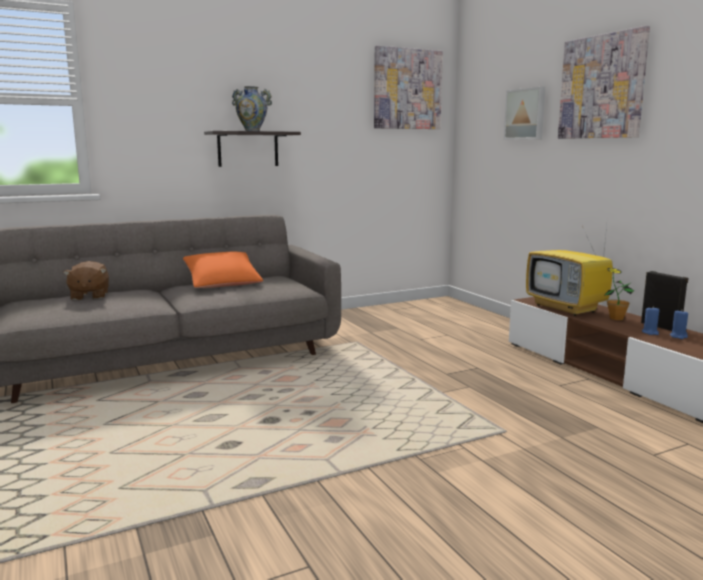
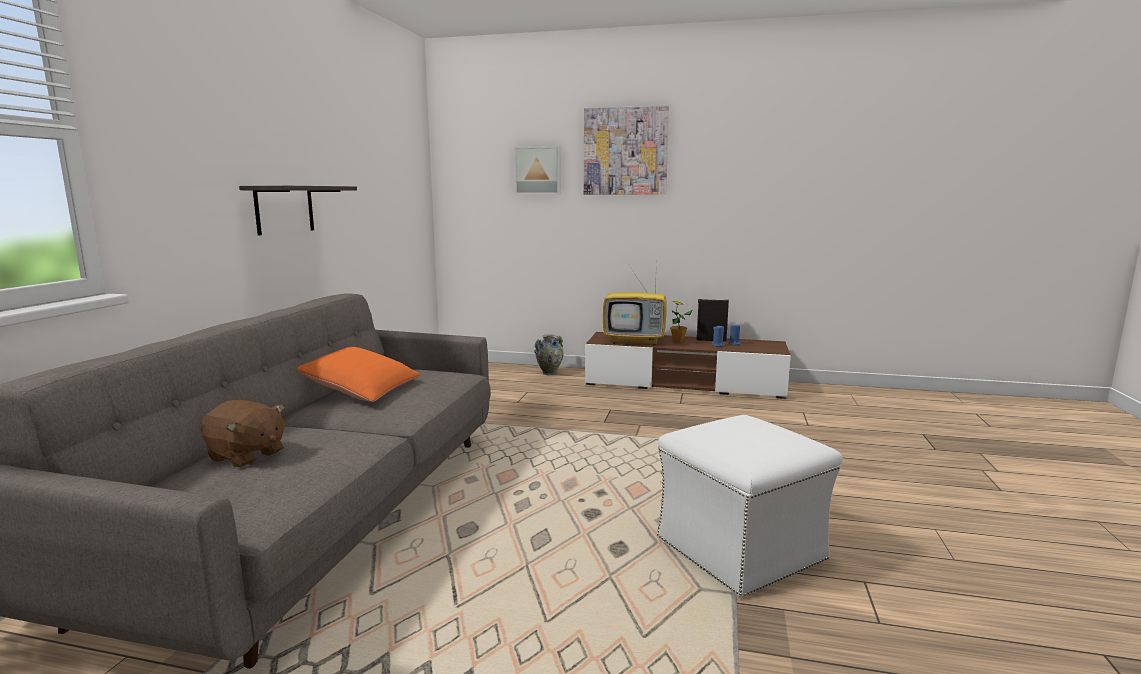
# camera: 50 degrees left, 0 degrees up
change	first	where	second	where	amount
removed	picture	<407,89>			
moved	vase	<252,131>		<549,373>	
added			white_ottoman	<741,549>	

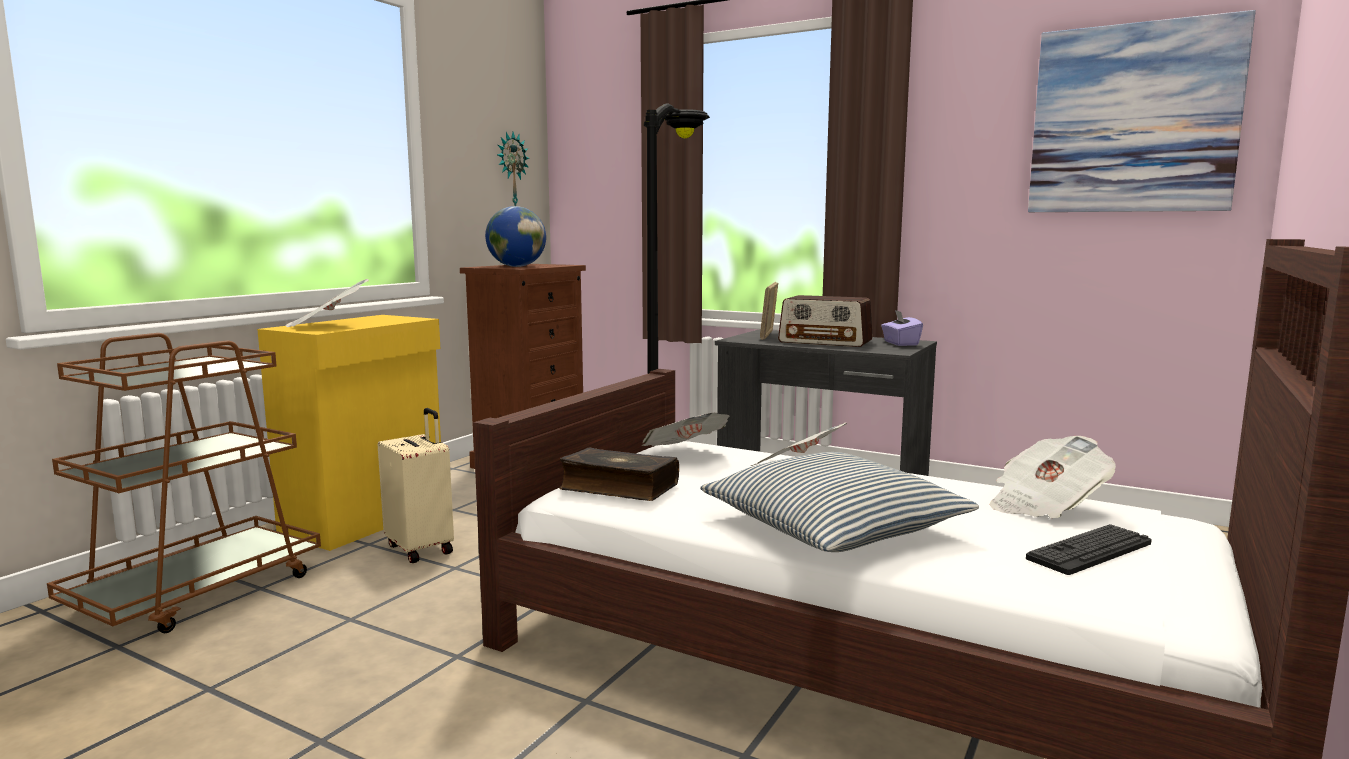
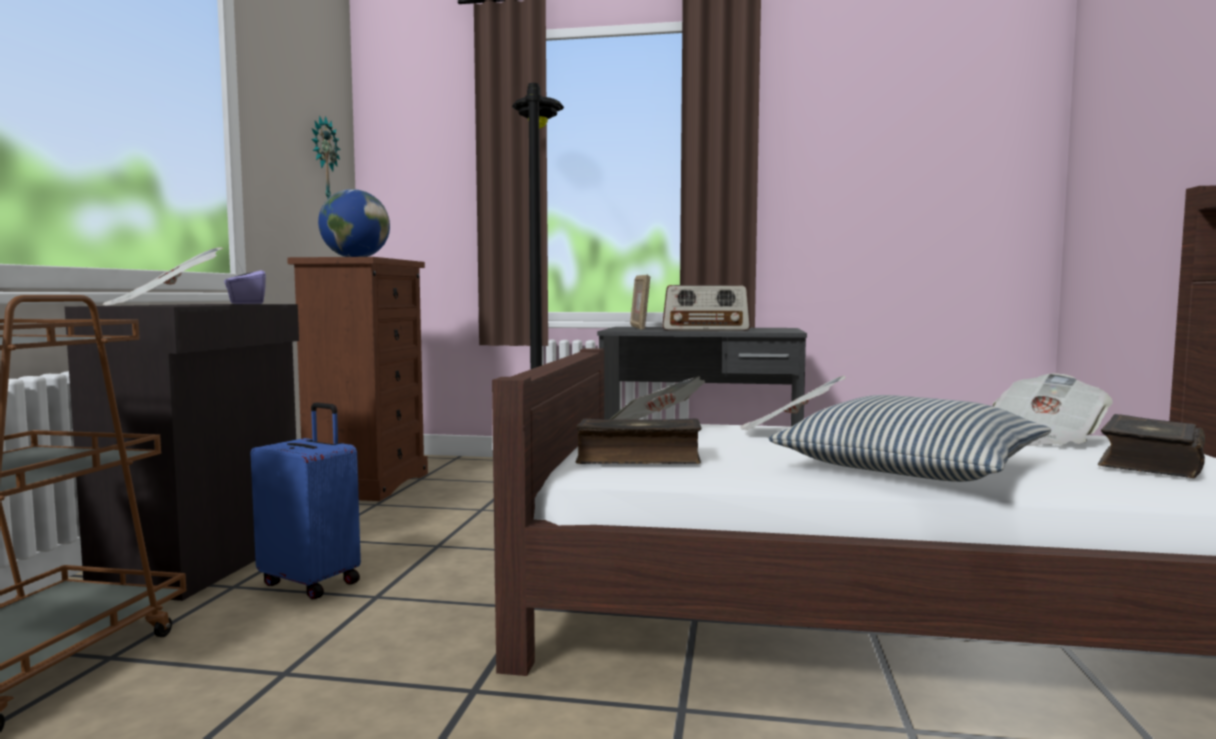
# camera: 20 degrees left, 5 degrees down
change	first	where	second	where	amount
removed	picture	<1133,119>			
moved	purple_tissue_box	<900,343>		<245,303>	
recoloured	yellow_cabinet	<367,519>	black_cabinet	<208,561>	
recoloured	beige_suitcase	<421,548>	blue_suitcase	<312,582>	
replaced	keyboard	<1089,551>	book	<1148,463>	

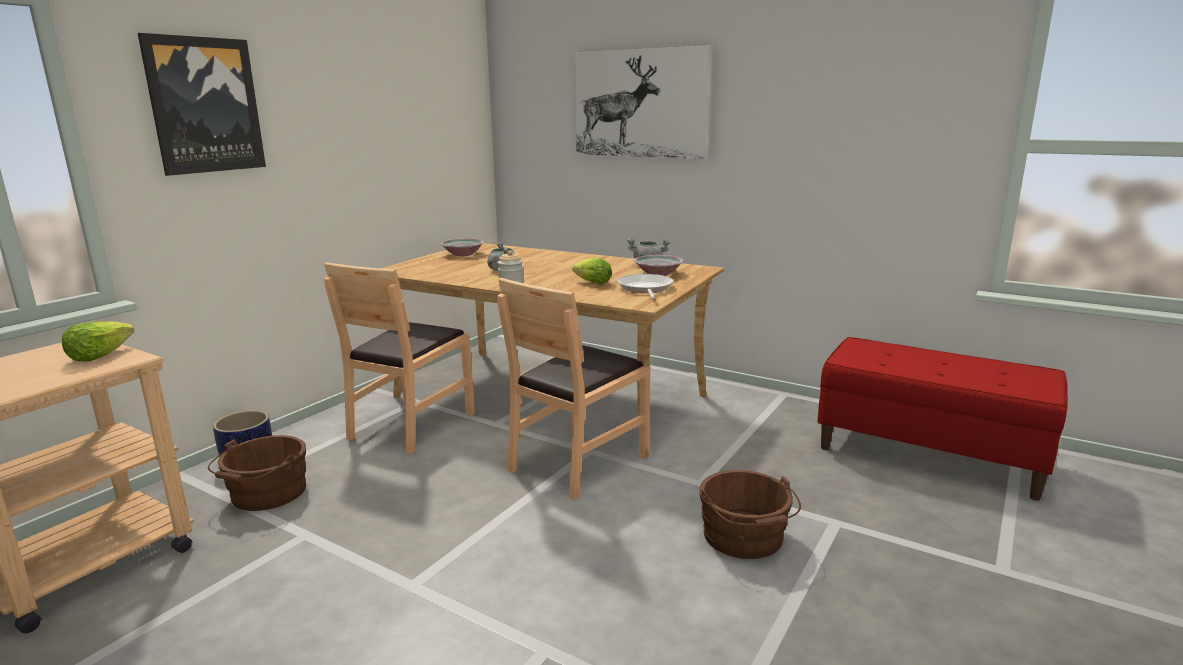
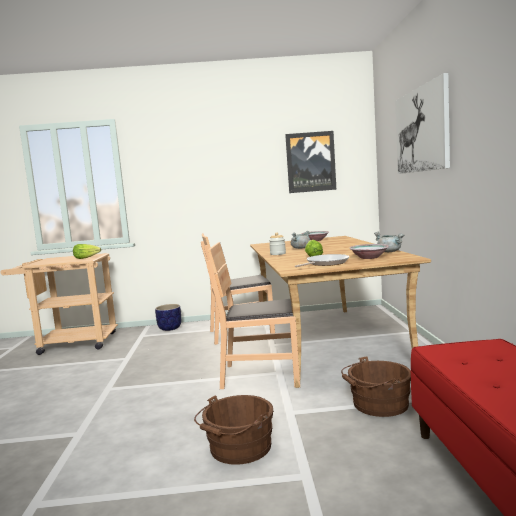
# camera: 55 degrees right, 10 degrees down
change	first	where	second	where	amount
moved	picture	<205,105>		<310,162>	
moved	brown_bucket	<266,495>		<377,405>	

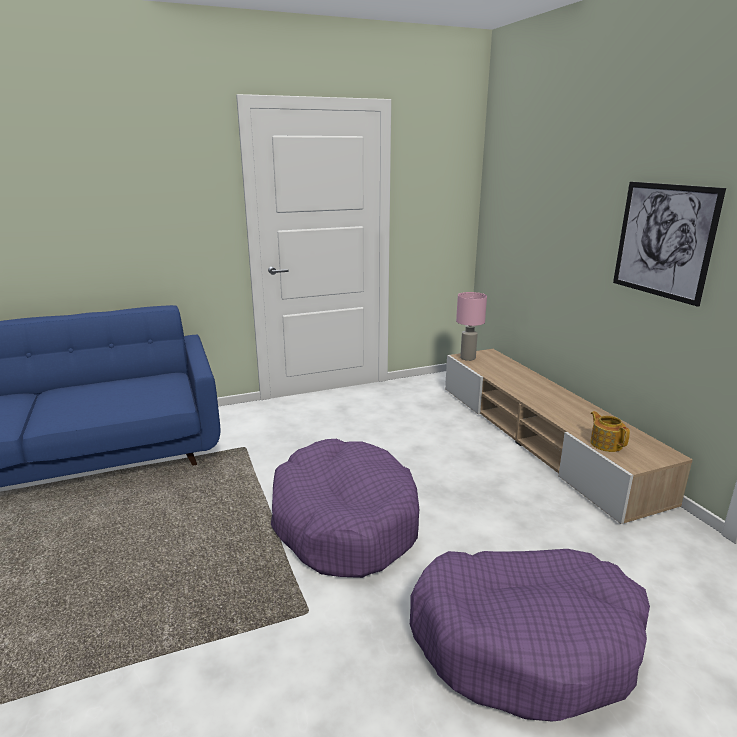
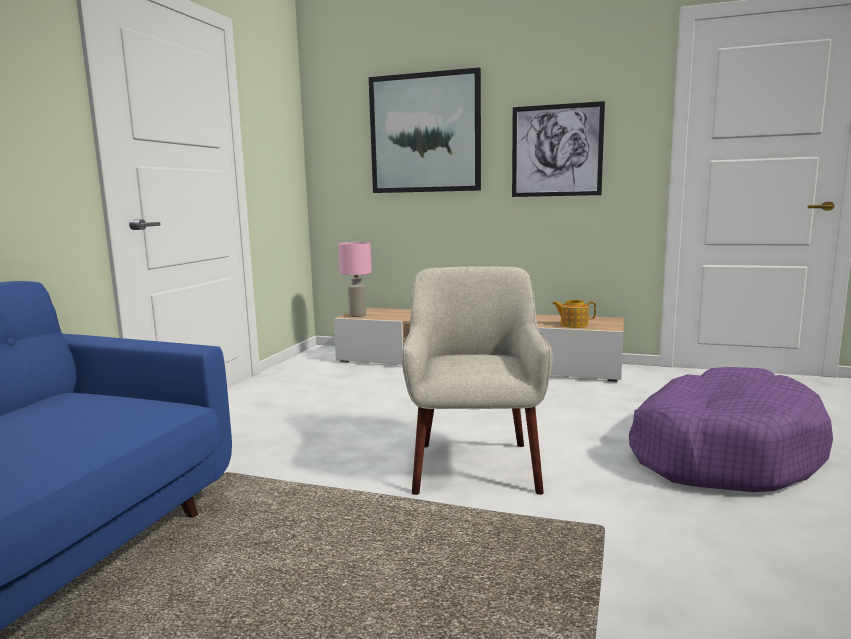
# camera: 50 degrees left, 10 degrees down
change	first	where	second	where	amount
replaced	purple_dog_bed	<344,522>	beige_armchair	<475,466>	
added			picture	<425,133>	

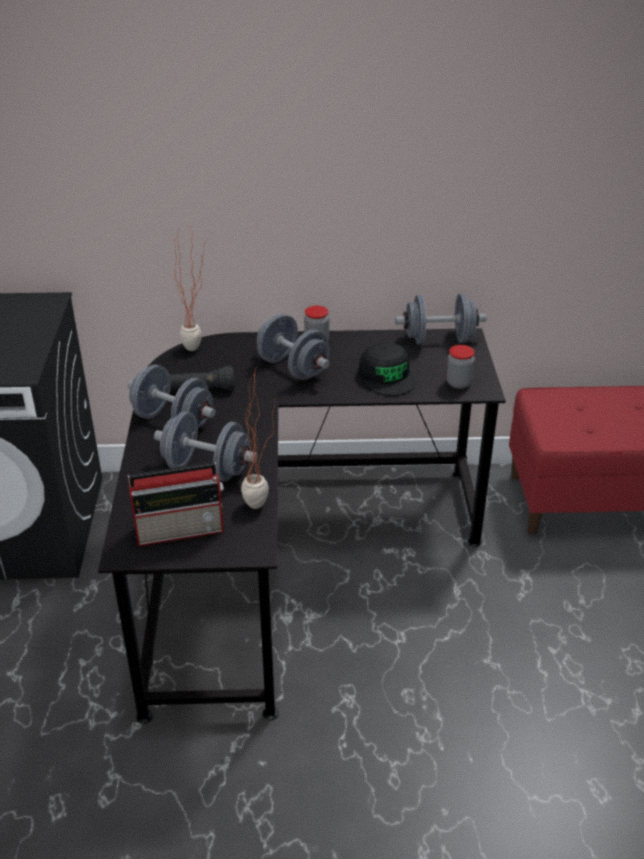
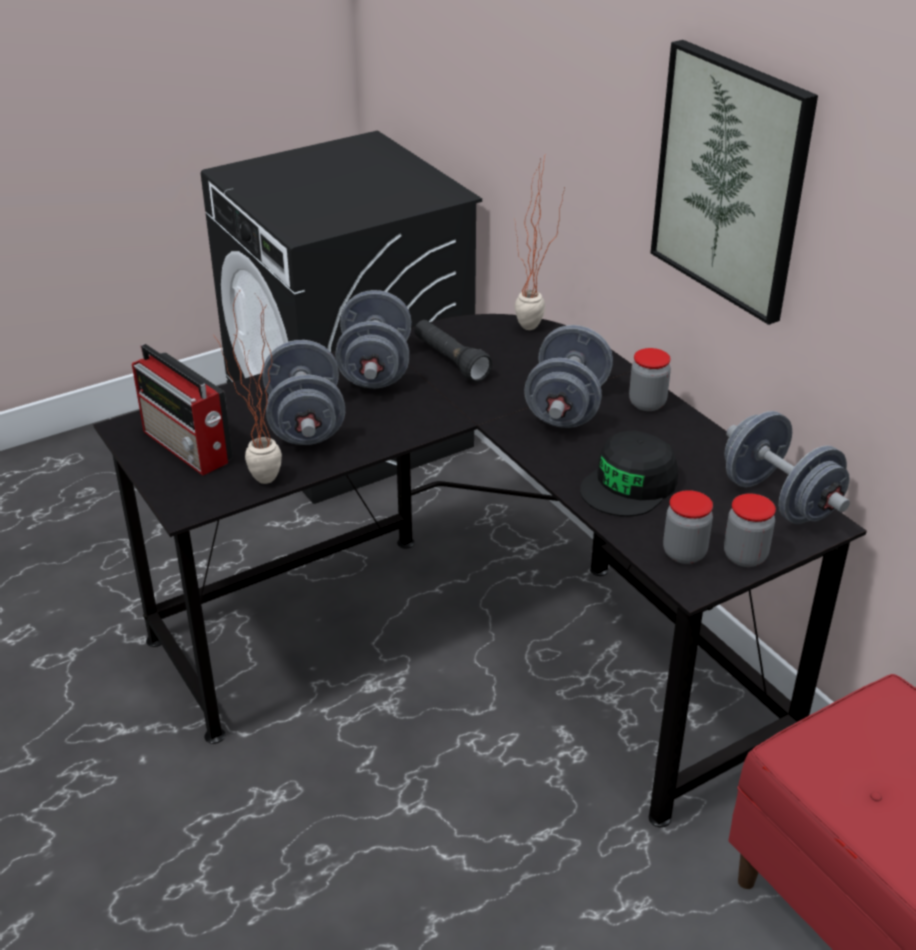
# camera: 60 degrees right, 0 degrees up
change	first	where	second	where	amount
added			picture	<731,180>	
added			jar	<745,556>	

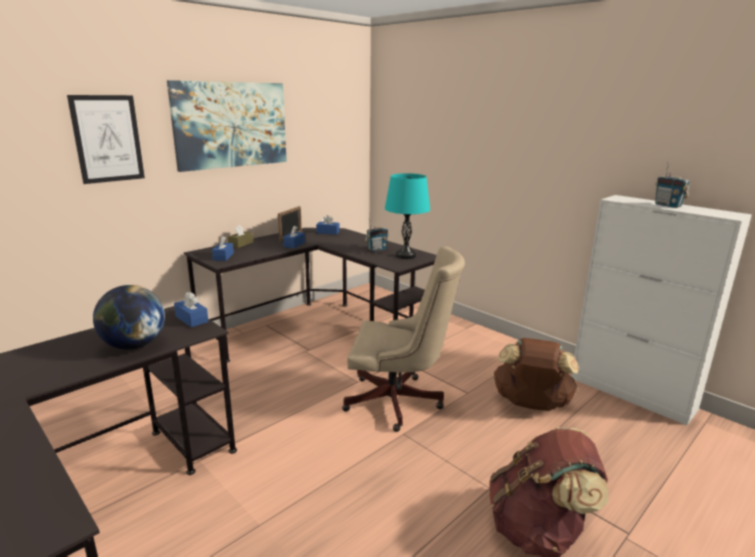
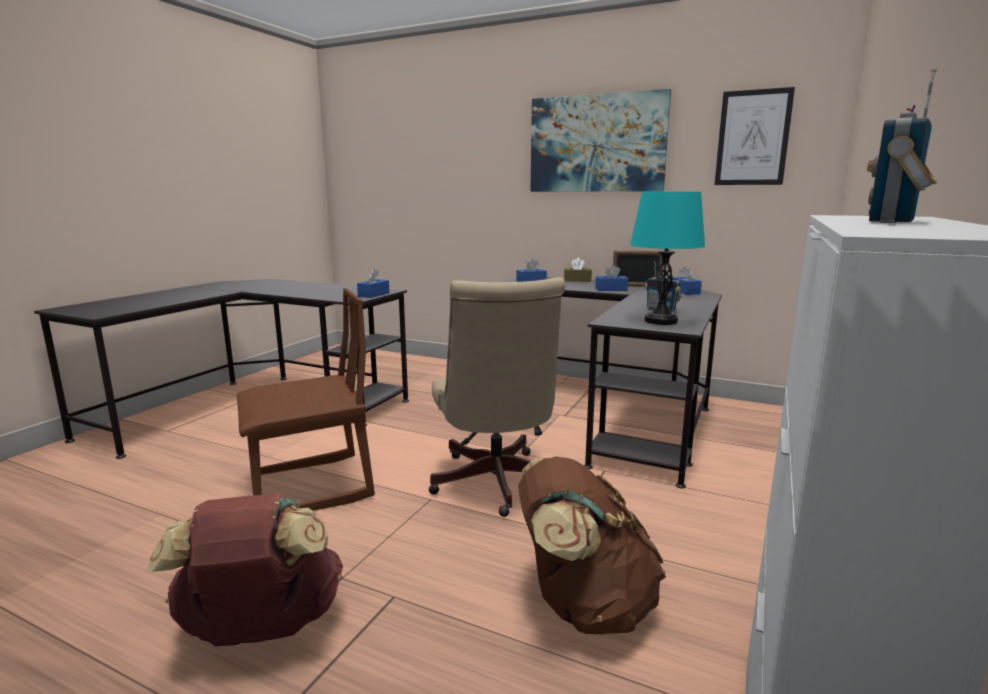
# camera: 70 degrees right, 5 degrees down
change	first	where	second	where	amount
moved	picture	<108,139>		<753,138>	
removed	globe	<134,345>			
added			brown_chair	<310,487>	

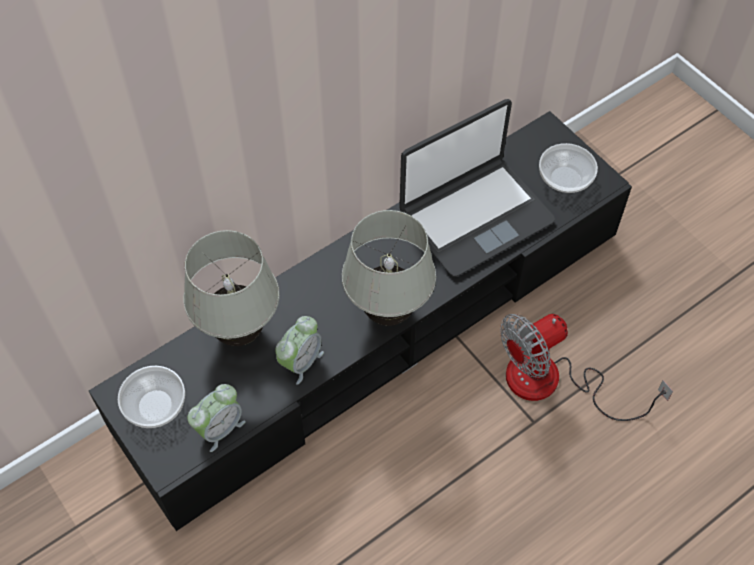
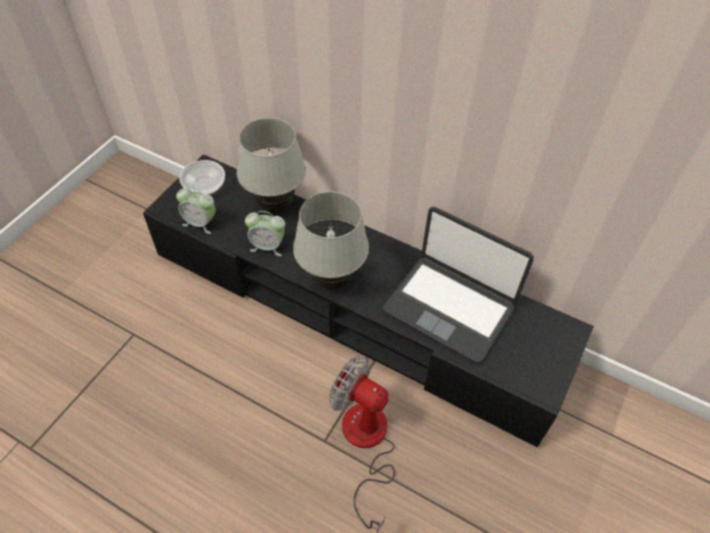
# camera: 65 degrees right, 5 degrees down
change	first	where	second	where	amount
removed	bowl	<566,178>			

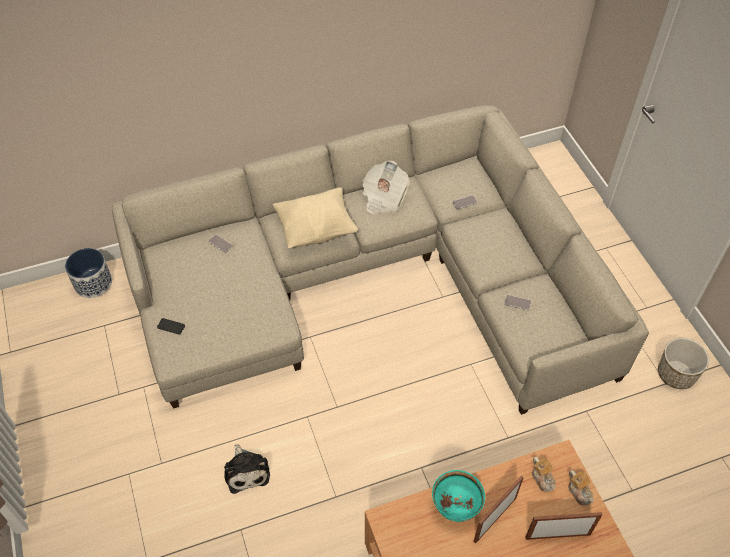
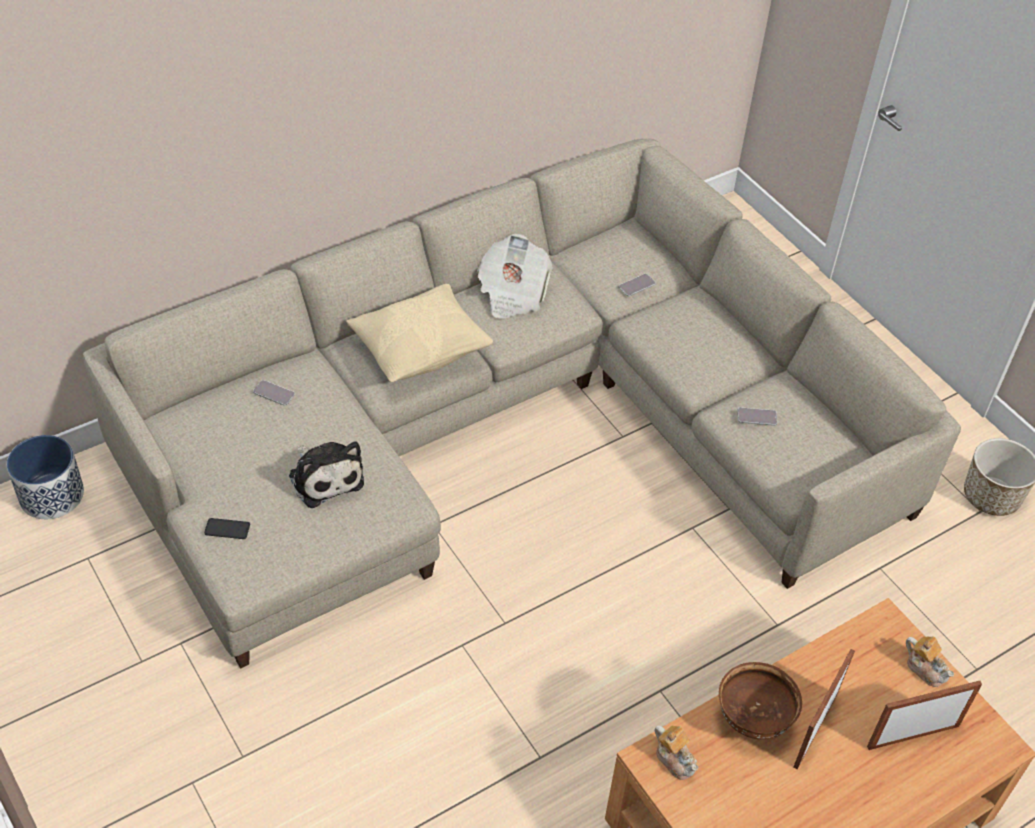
# camera: 15 degrees left, 5 degrees down
change	first	where	second	where	amount
moved	plush_toy	<246,471>		<325,477>	
moved	teapot	<542,478>		<675,759>	
recoloured	turquoise_bowl	<456,506>	brown_bowl	<752,721>	

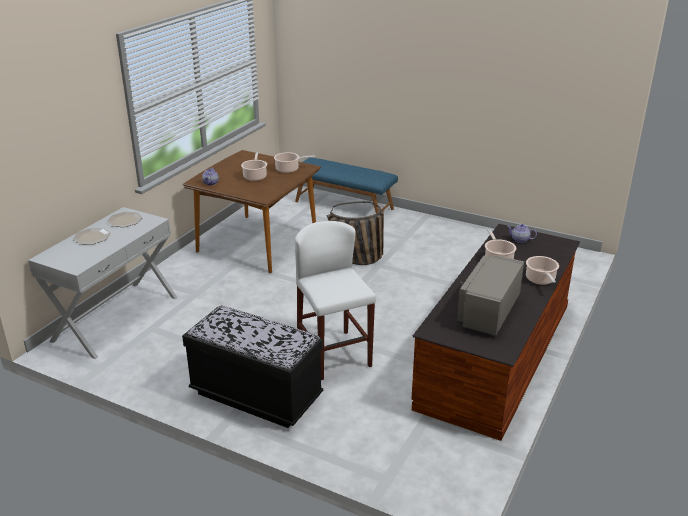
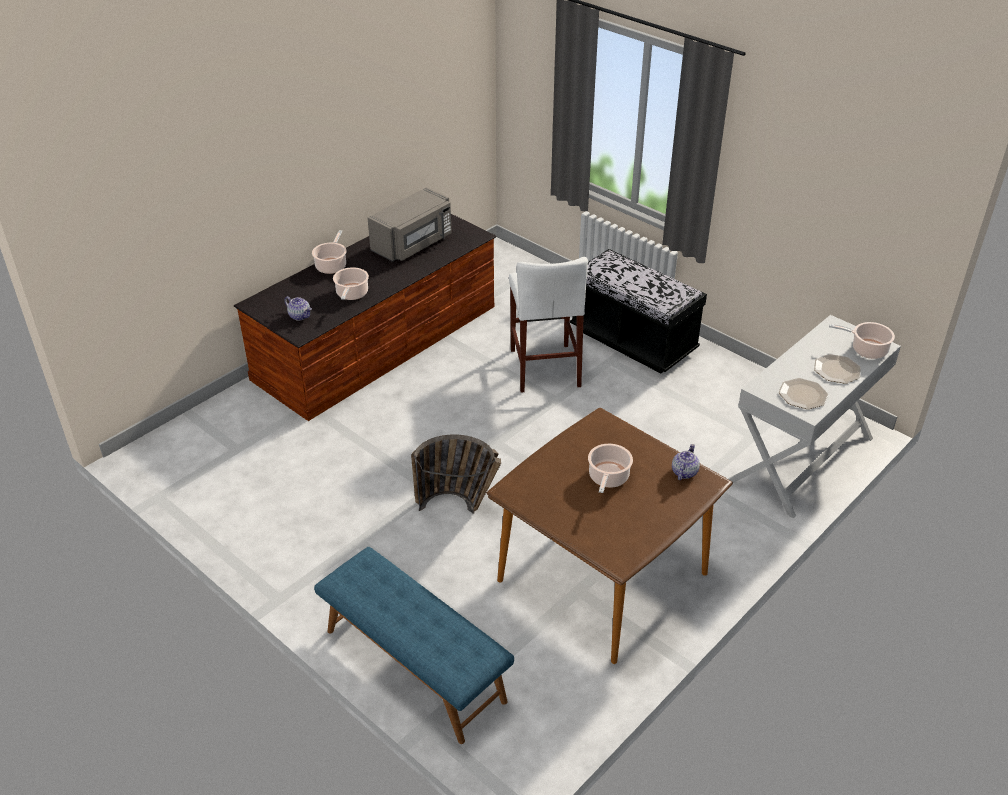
# camera: 165 degrees left, 10 degrees up
change	first	where	second	where	amount
moved	cooking_pot	<289,169>		<866,349>	

